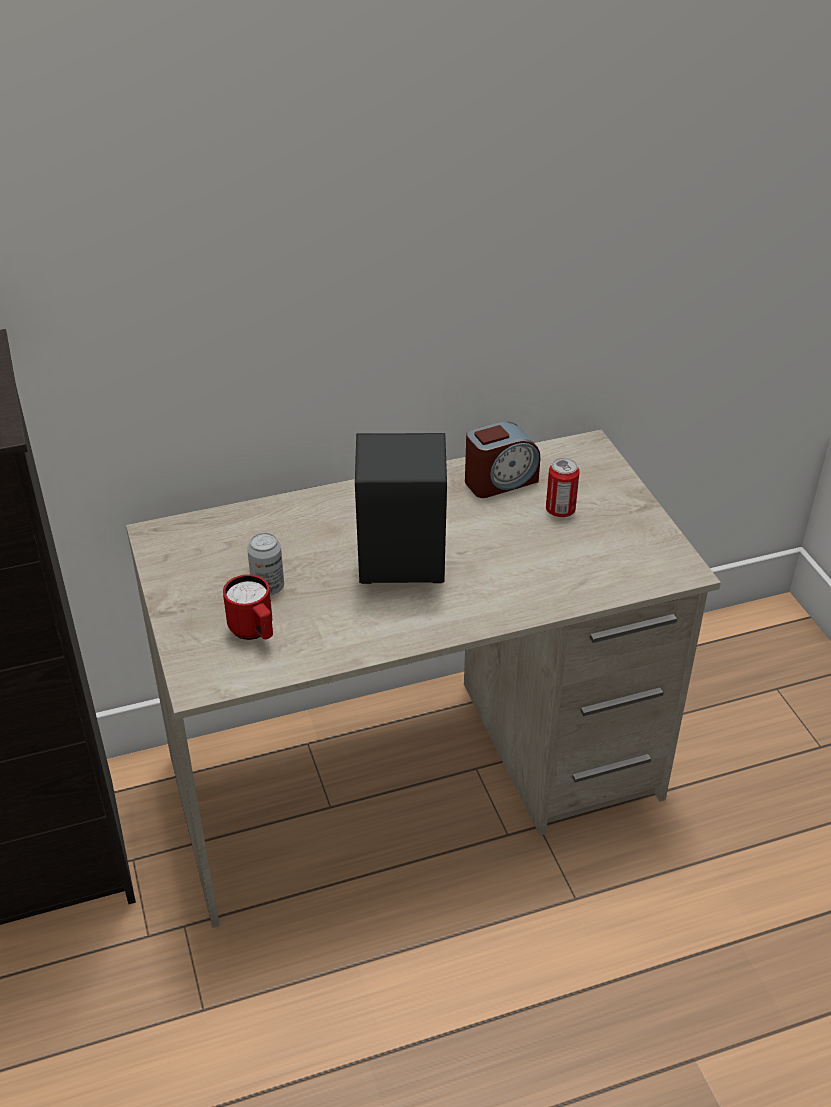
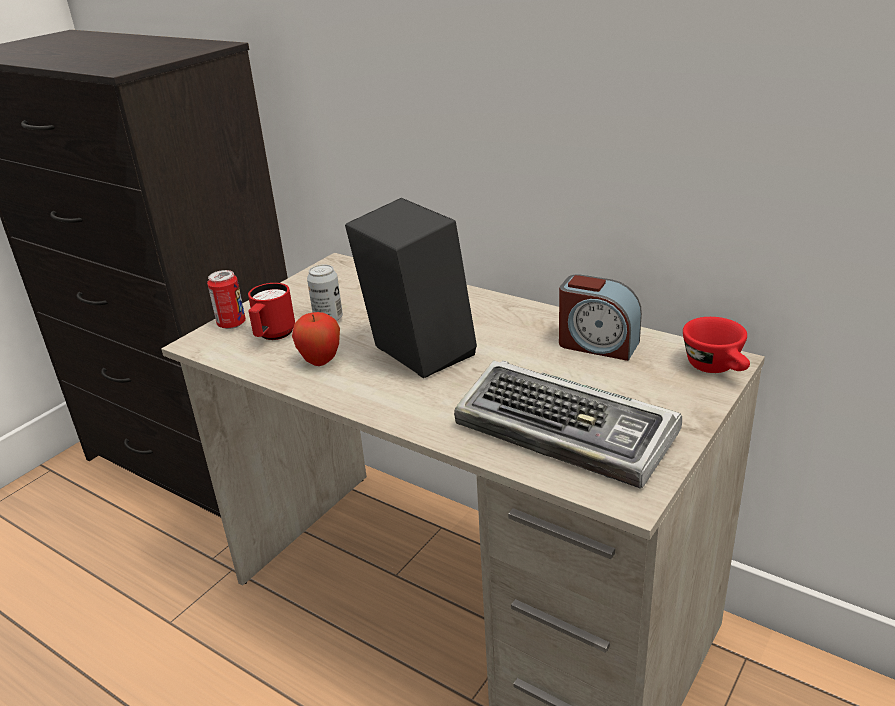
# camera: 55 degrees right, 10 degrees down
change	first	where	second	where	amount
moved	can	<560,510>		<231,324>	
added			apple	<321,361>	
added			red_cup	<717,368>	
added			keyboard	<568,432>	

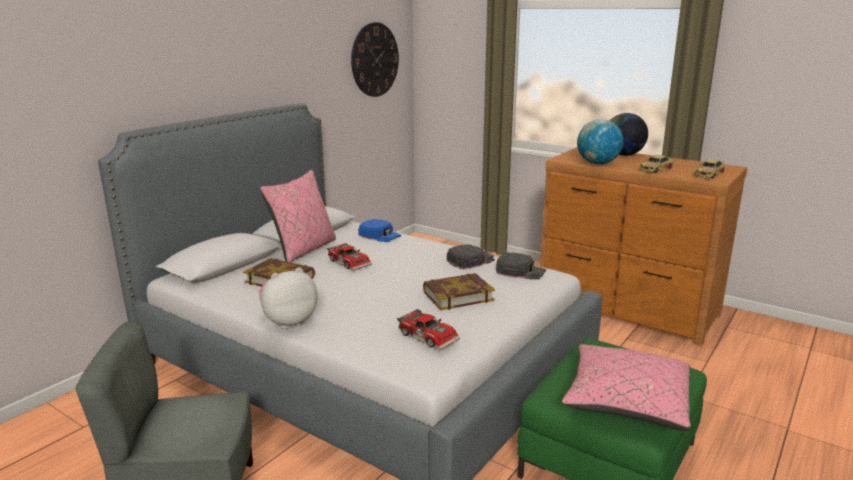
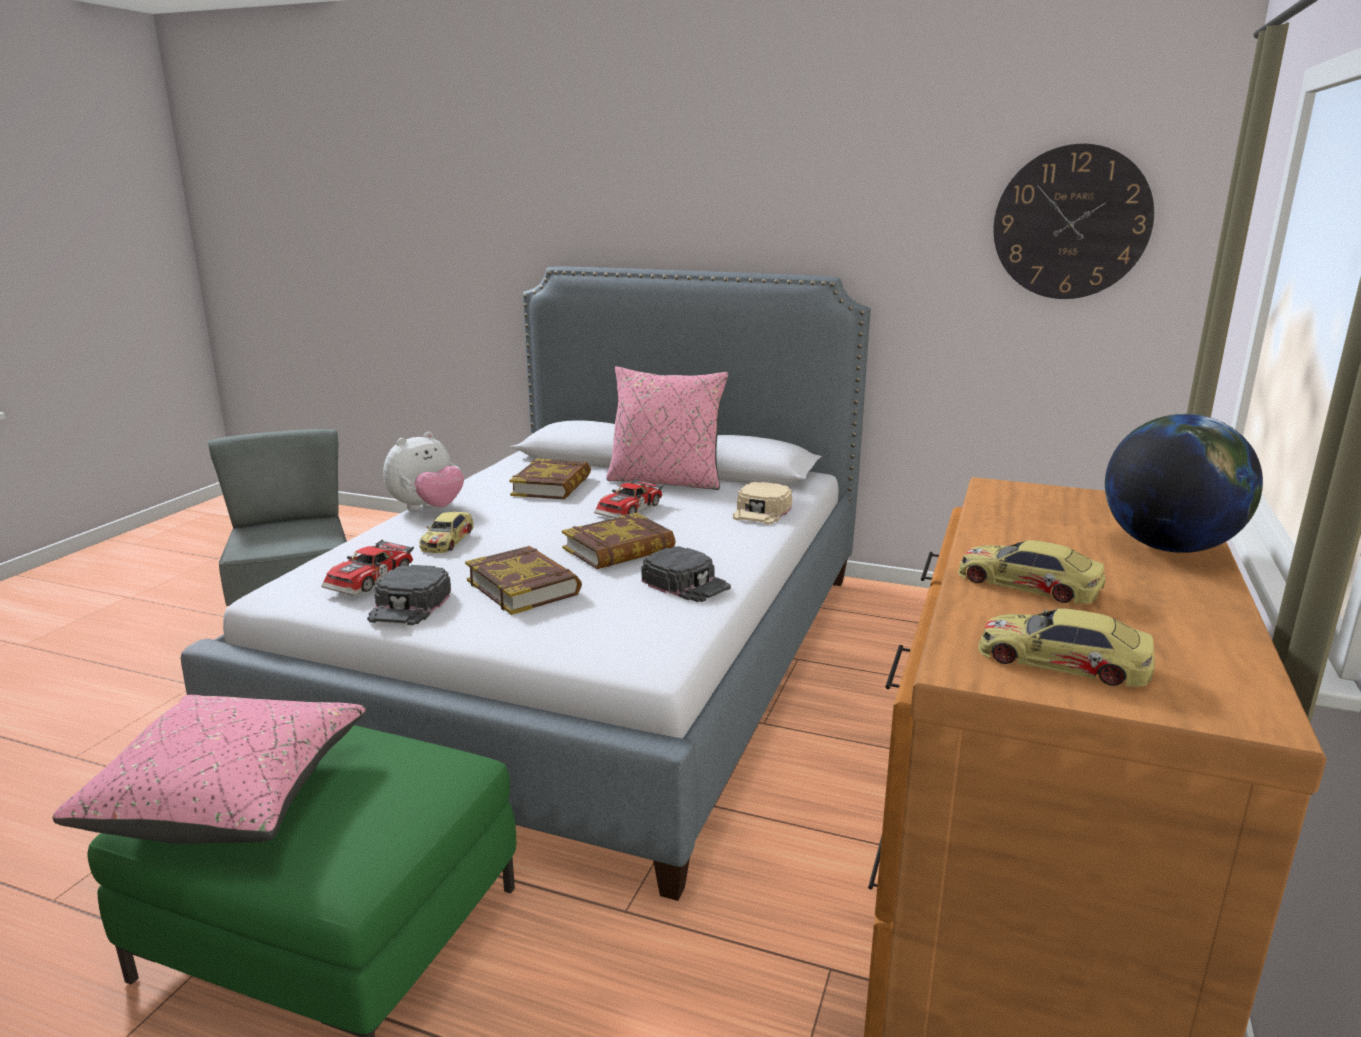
# camera: 75 degrees right, 0 degrees up
change	first	where	second	where	amount
removed	globe	<597,163>			
recoloured	blue_cap	<380,235>	beige_cap	<762,511>	
moved	black_cap	<520,271>		<410,604>	
turned	plush_toy	<288,322>		<427,509>	90 degrees clockwise
added			toy_car	<447,540>	
added			book	<619,549>	

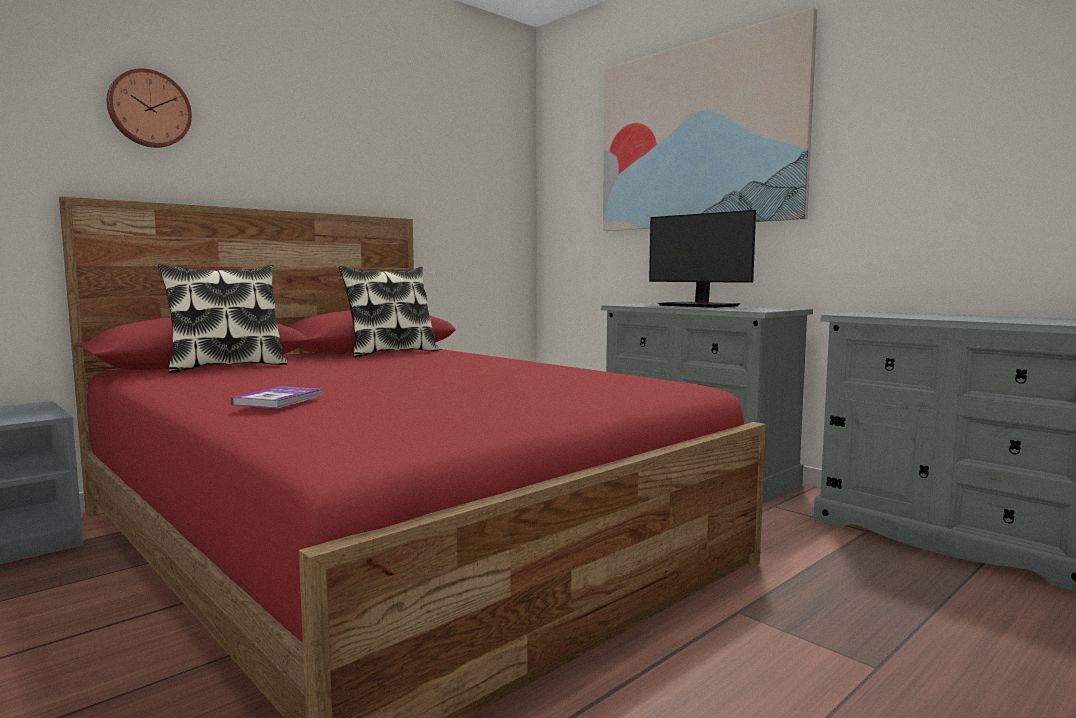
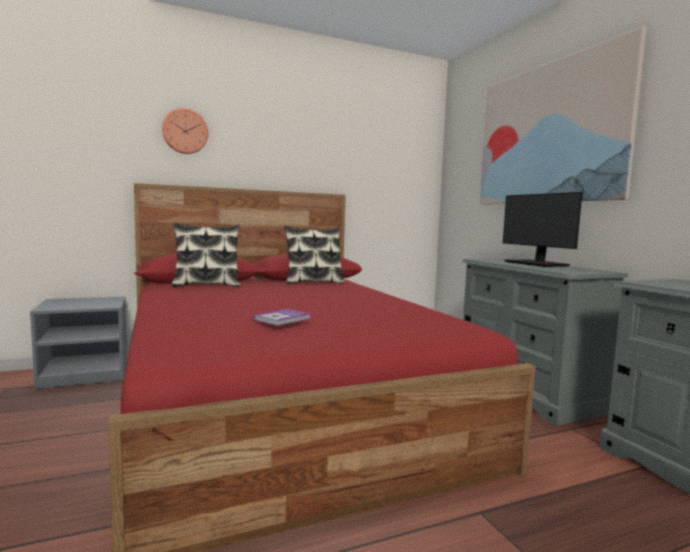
# camera: 20 degrees right, 0 degrees up
change	first	where	second	where	amount
moved	book	<278,400>		<282,319>	

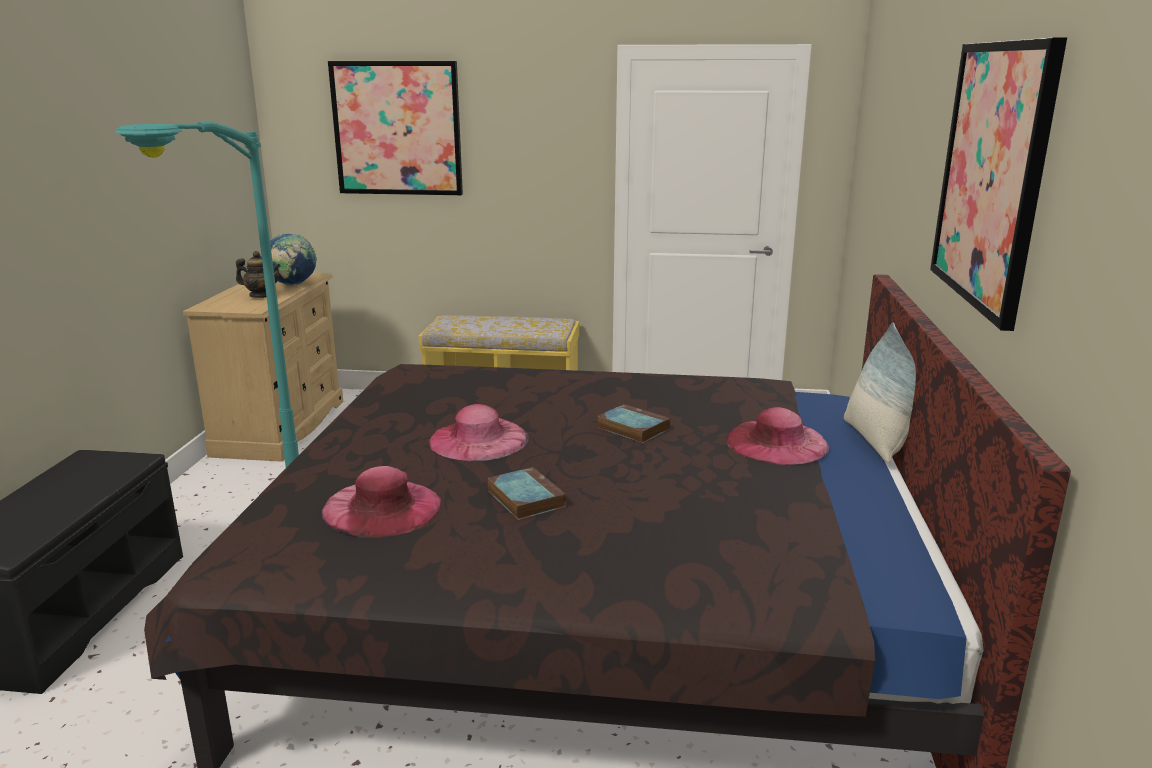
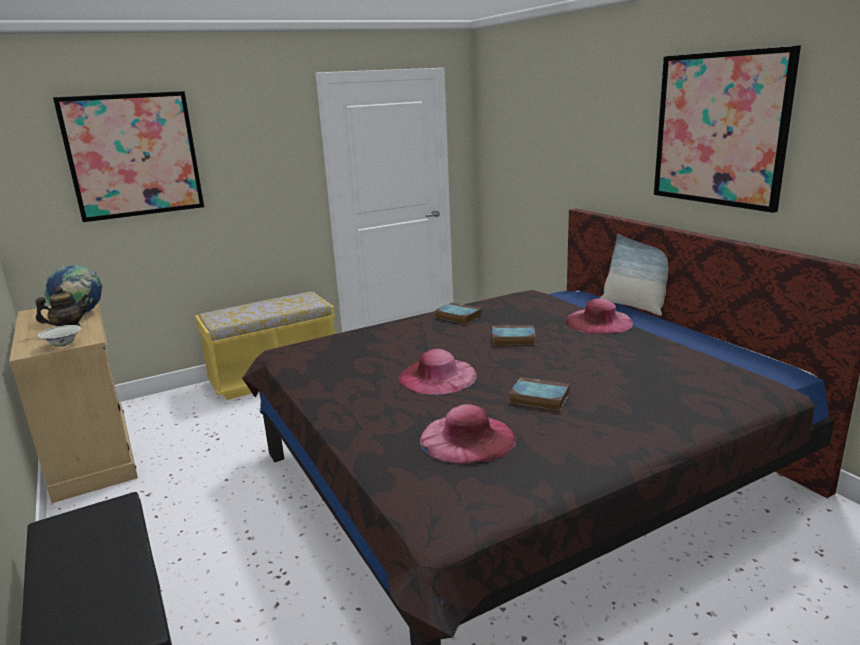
# camera: 35 degrees left, 0 degrees up
change	first	where	second	where	amount
removed	turquoise_floor_lamp	<238,509>			
added			book	<457,316>	
added			white_bowl	<63,345>	

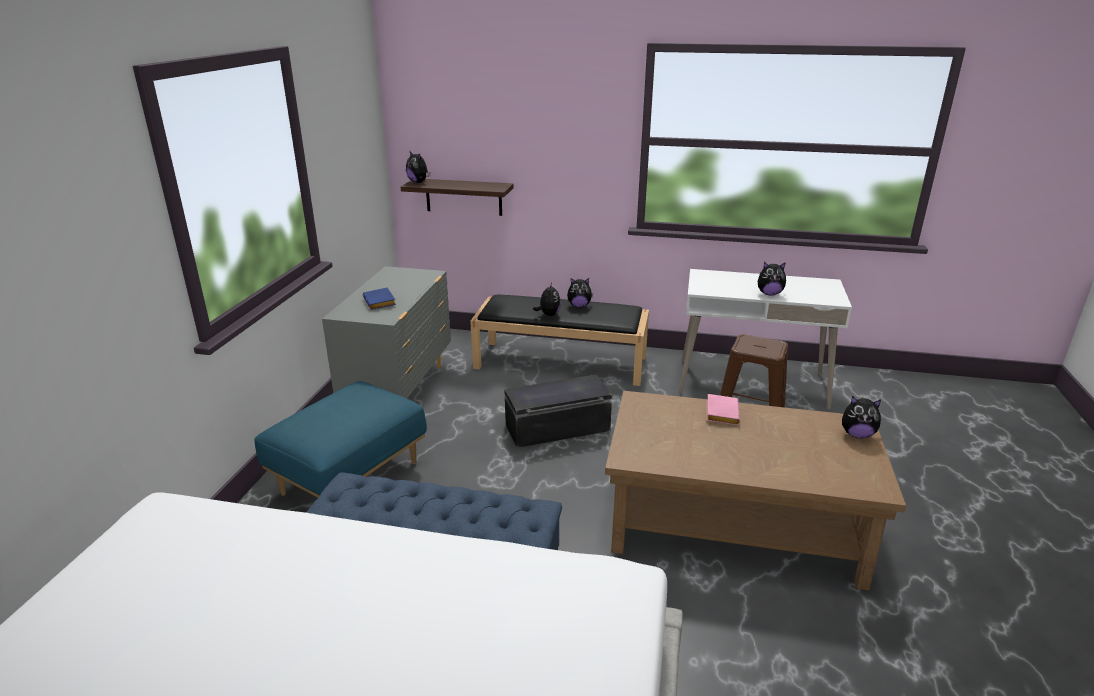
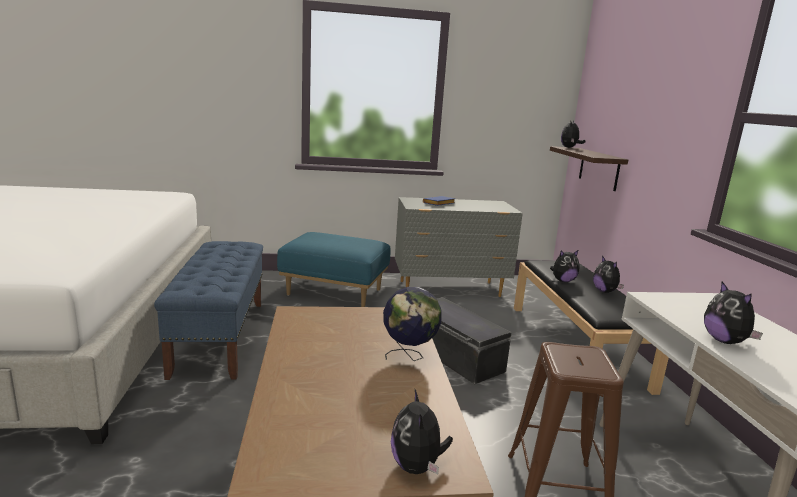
# camera: 70 degrees right, 10 degrees down
change	first	where	second	where	amount
replaced	pink_book	<720,412>	globe	<409,356>	

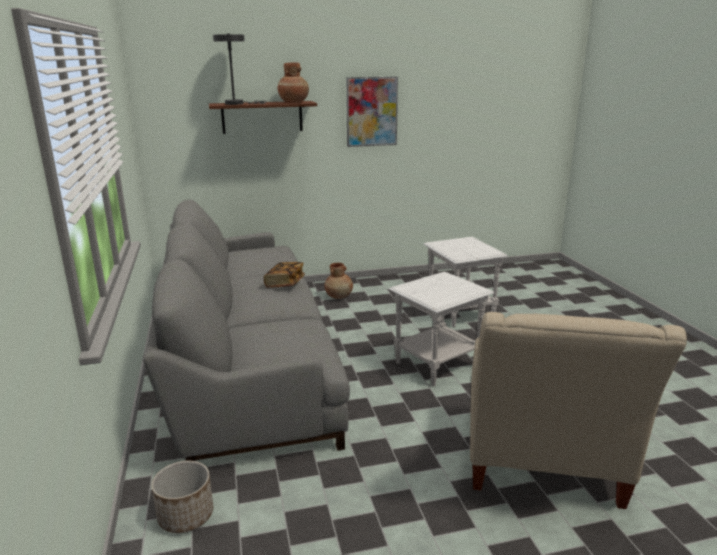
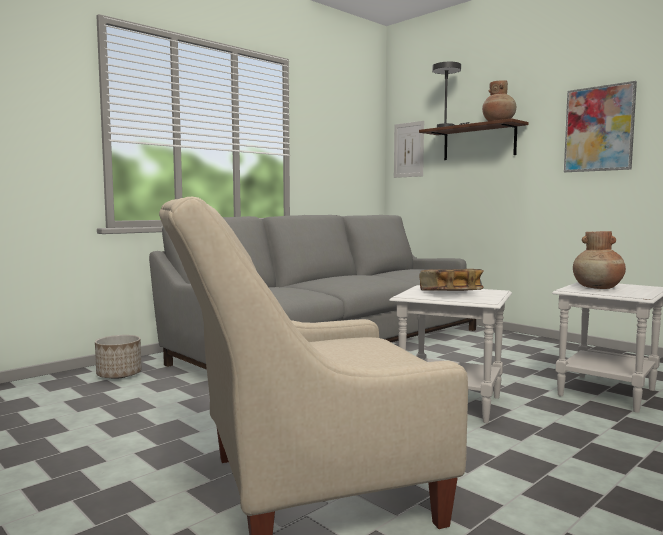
# camera: 60 degrees right, 15 degrees down
change	first	where	second	where	amount
moved	book	<285,283>		<450,293>	
moved	brown_vase	<339,296>		<598,288>	
added			picture	<408,150>	

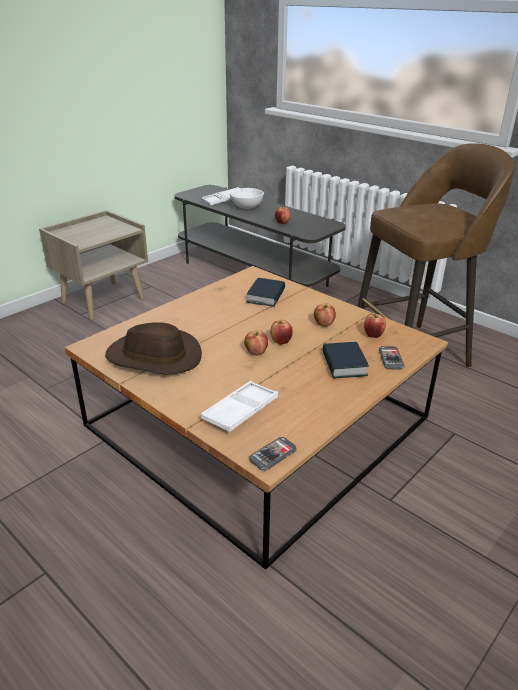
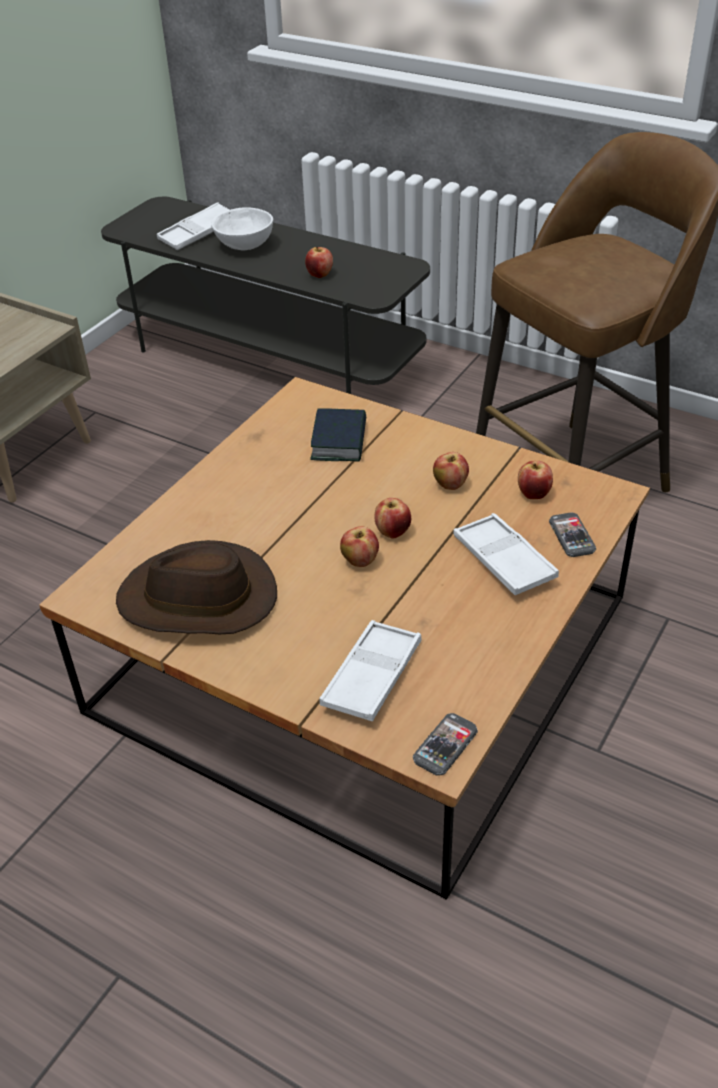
# camera: 10 degrees left, 10 degrees up
change	first	where	second	where	amount
replaced	book	<344,365>	white_tray	<503,560>	

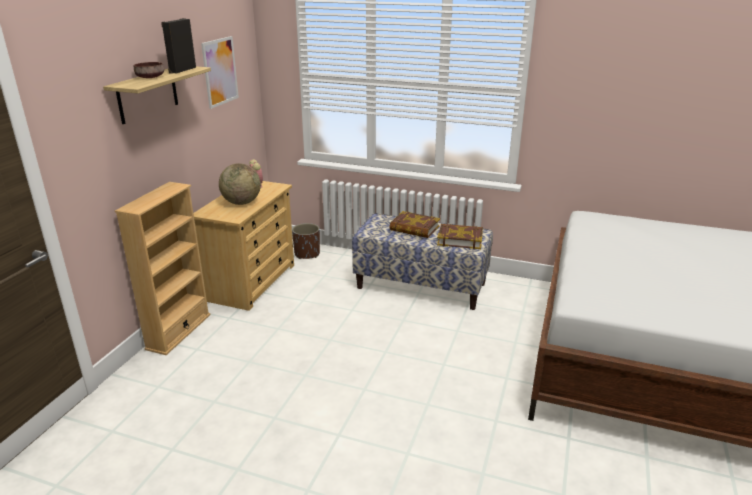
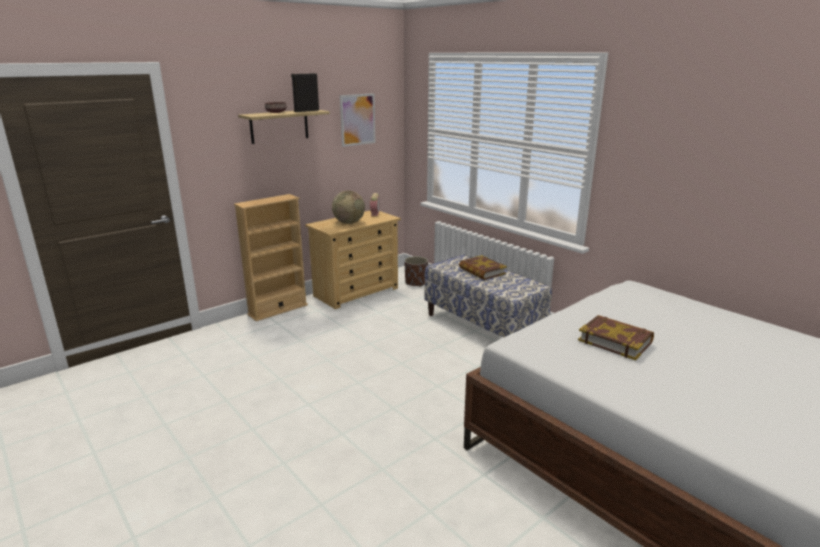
# camera: 30 degrees right, 5 degrees down
change	first	where	second	where	amount
moved	book	<460,239>		<615,341>	

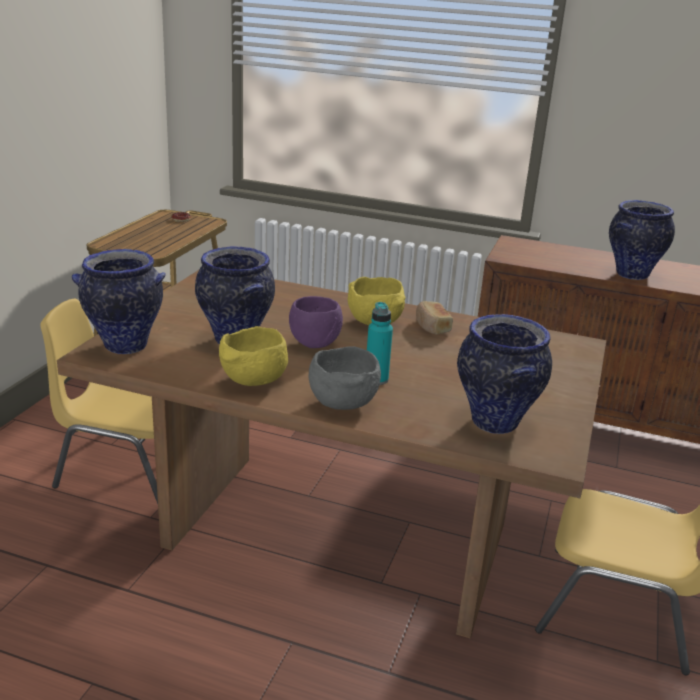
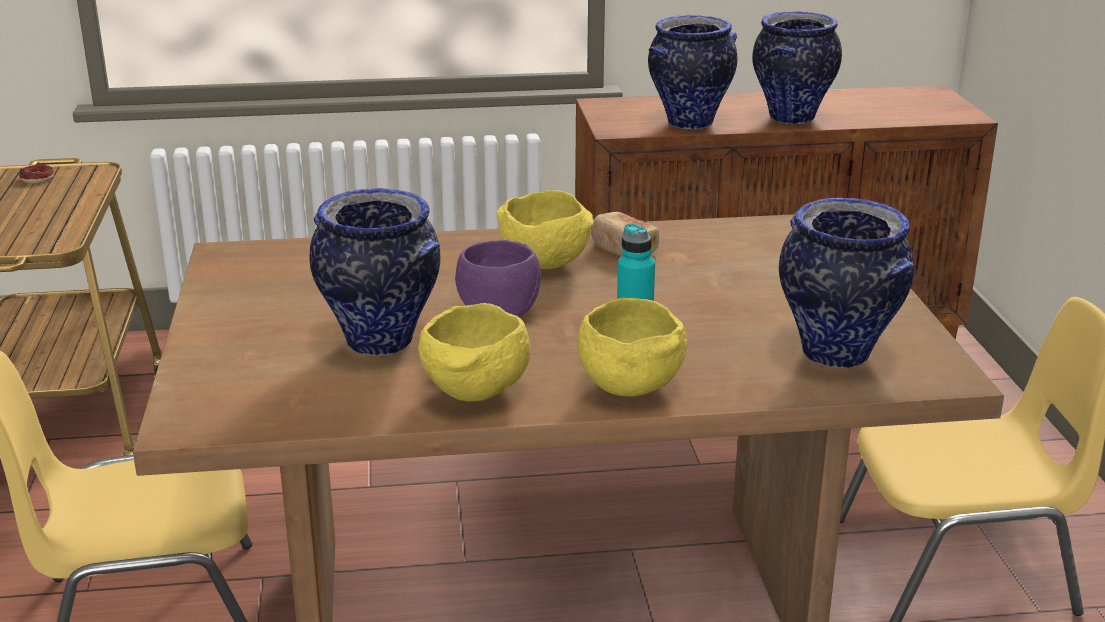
# camera: 25 degrees left, 0 degrees up
change	first	where	second	where	amount
moved	vase	<124,346>		<689,123>	
recoloured	grey_bowl	<342,403>	yellow_bowl	<627,386>	

